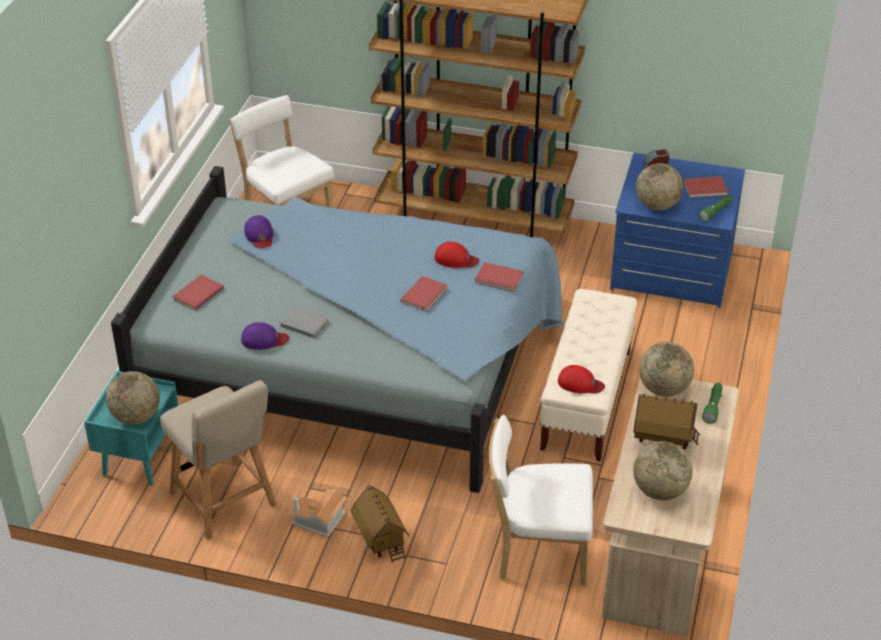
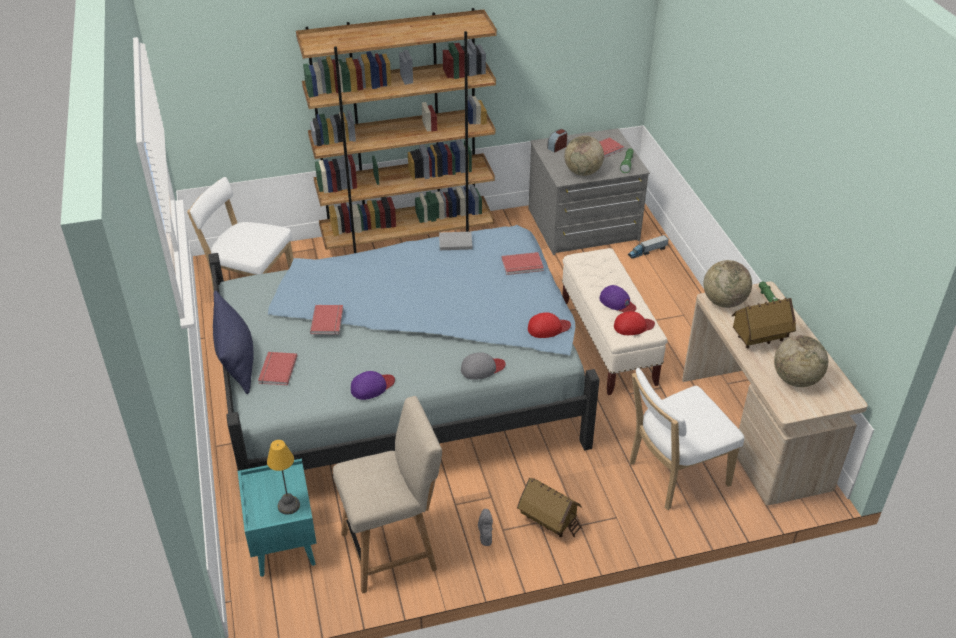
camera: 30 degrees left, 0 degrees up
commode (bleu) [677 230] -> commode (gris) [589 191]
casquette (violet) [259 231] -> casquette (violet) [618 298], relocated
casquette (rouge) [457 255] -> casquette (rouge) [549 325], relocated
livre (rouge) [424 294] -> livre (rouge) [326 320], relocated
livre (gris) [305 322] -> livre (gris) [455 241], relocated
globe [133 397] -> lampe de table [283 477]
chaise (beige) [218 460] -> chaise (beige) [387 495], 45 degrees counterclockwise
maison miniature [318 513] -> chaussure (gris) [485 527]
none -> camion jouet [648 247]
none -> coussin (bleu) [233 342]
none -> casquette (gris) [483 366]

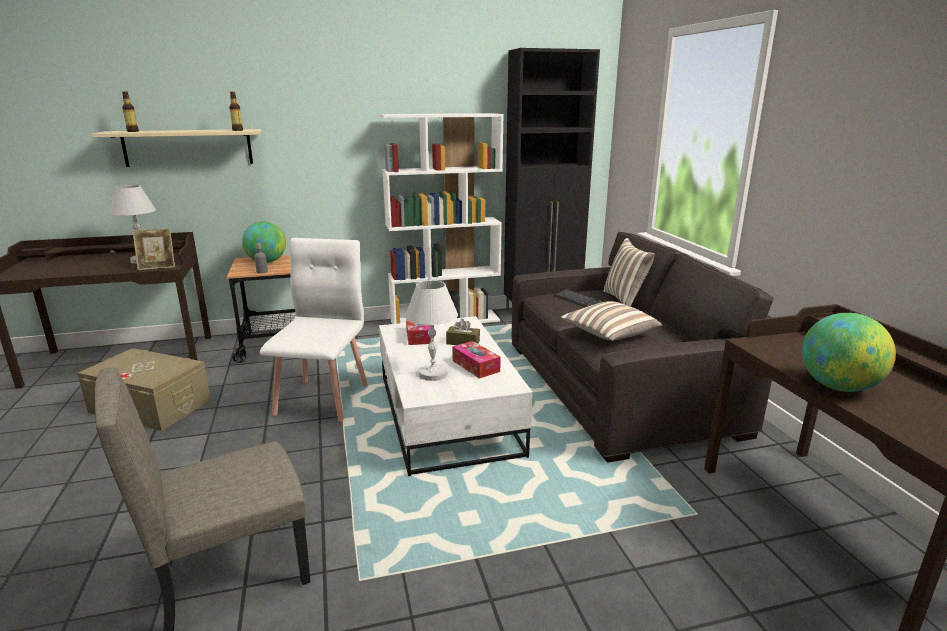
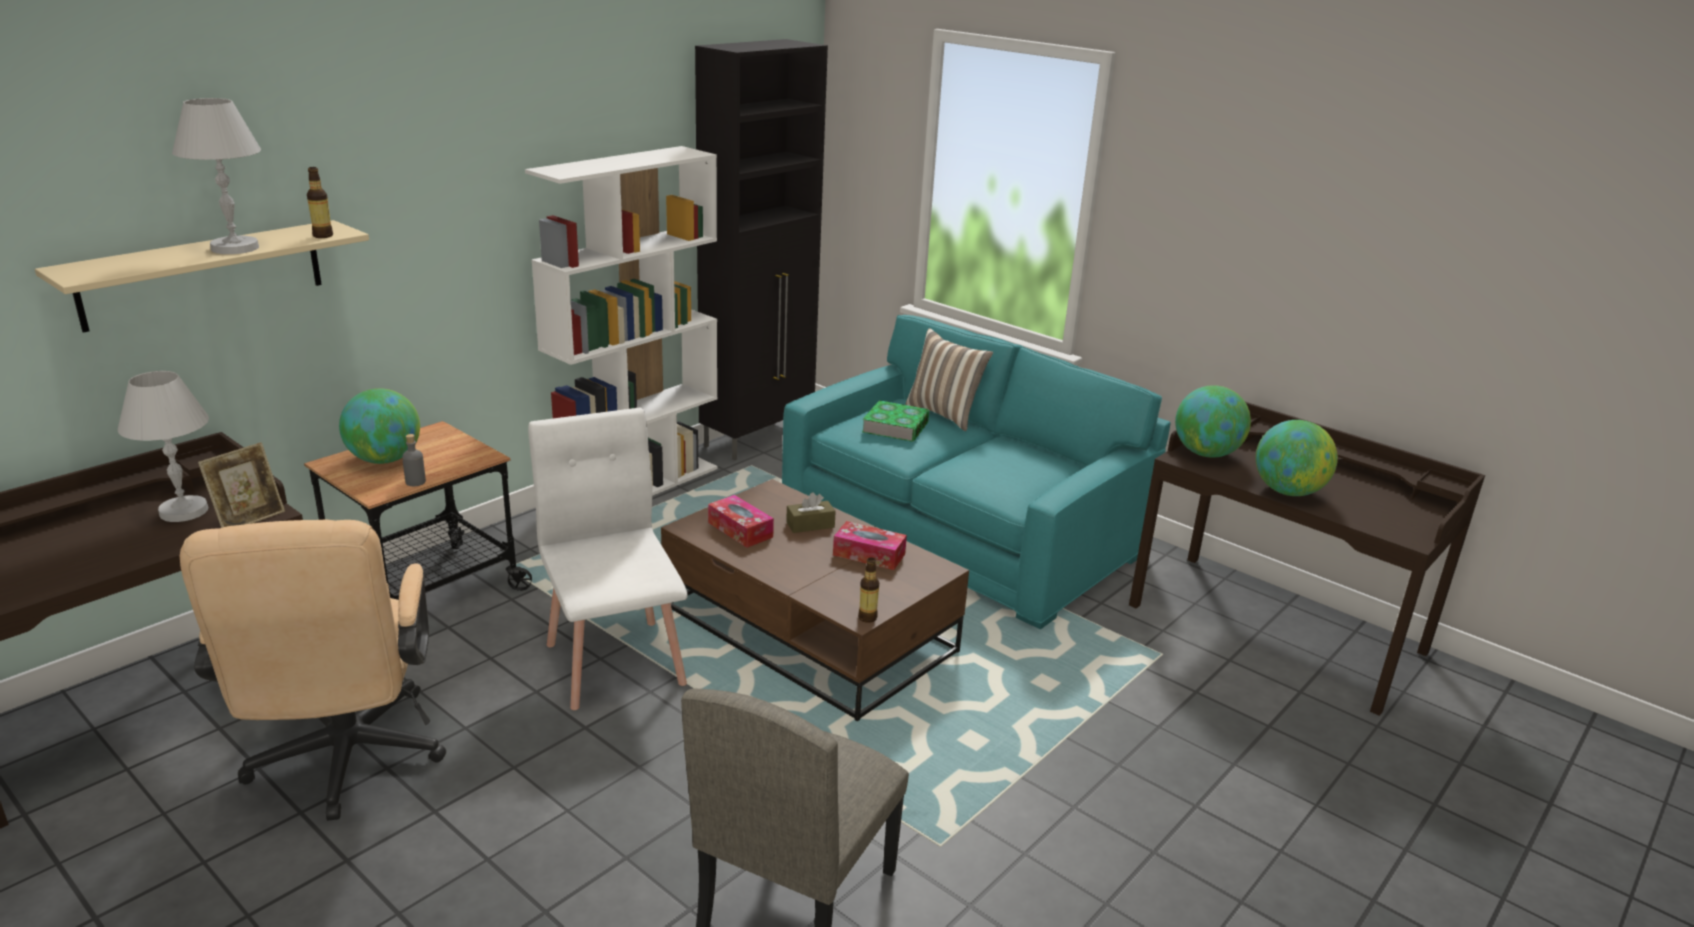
camera: 35 degrees left, 5 degrees up
bouteille [130 111] -> bouteille [868 590], relocated
canapé (gris) [643 347] -> canapé (turquoise) [976 472]
lampe de table (blanc) [431 330] -> lampe de table (blanc) [216 176], relocated
clavier [579 298] -> livre [896 421]
coussin [611 321] -> none
table basse (blanc) [456 396] -> table basse (marron) [815 600]
boîte de rangement (beige) [144 389] -> chaise de bureau (beige) [313 670]
none -> globe [1213 421]

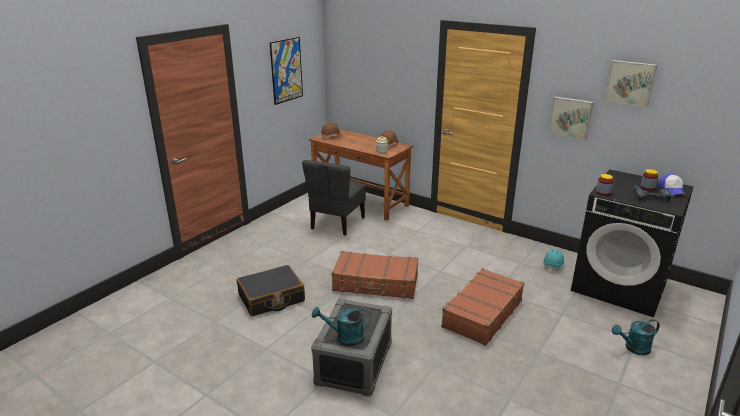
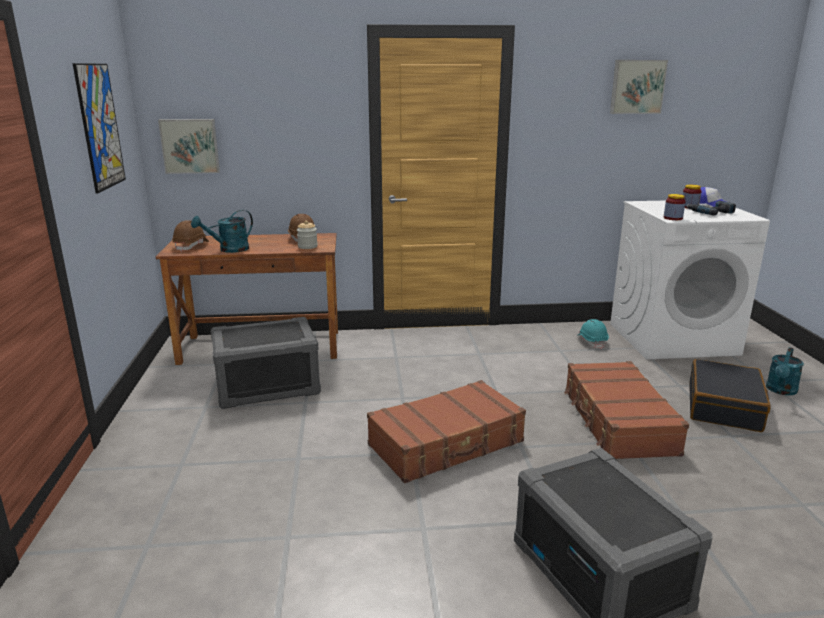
camera: 40 degrees left, 5 degrees down
tableau [571 118] -> tableau [189 146], relocated
chaise (gris) [334 198] -> boîte de rangement (gris) [266 363]
lave-linge (noir) [632 243] -> lave-linge (blanc) [690 280]
valise (noir) [271 290] -> valise (noir) [730 395], relocated
arrosoir (turquoise) [341 326] -> arrosoir (turquoise) [222 231], relocated

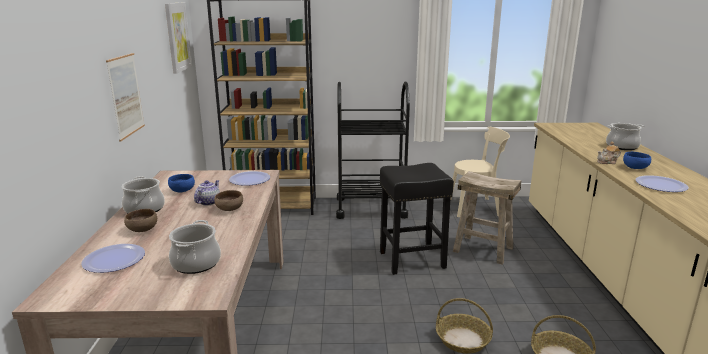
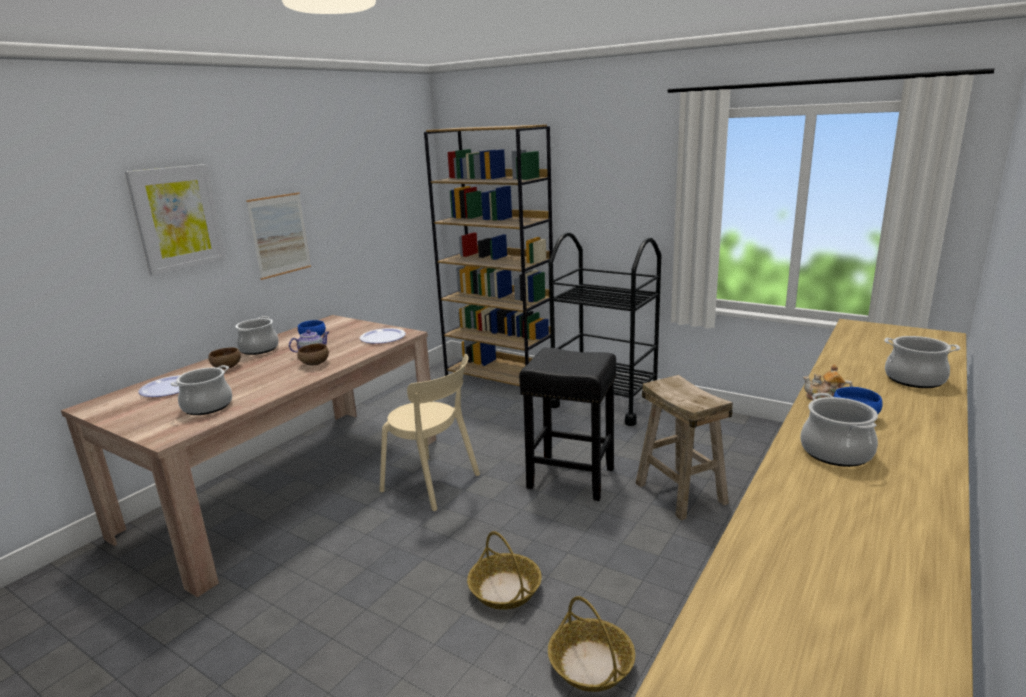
camera: 35 degrees right, 0 degrees up
tableau [178 38] -> tableau [175 220], relocated
chaise (beige) [480 172] -> chaise (beige) [430 432], relocated
assiette [662 183] -> marmite [839 430]

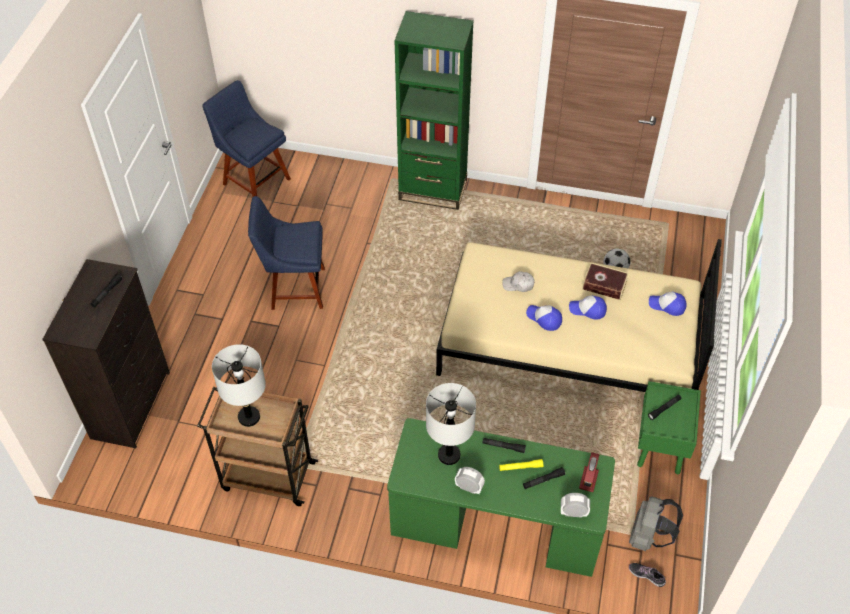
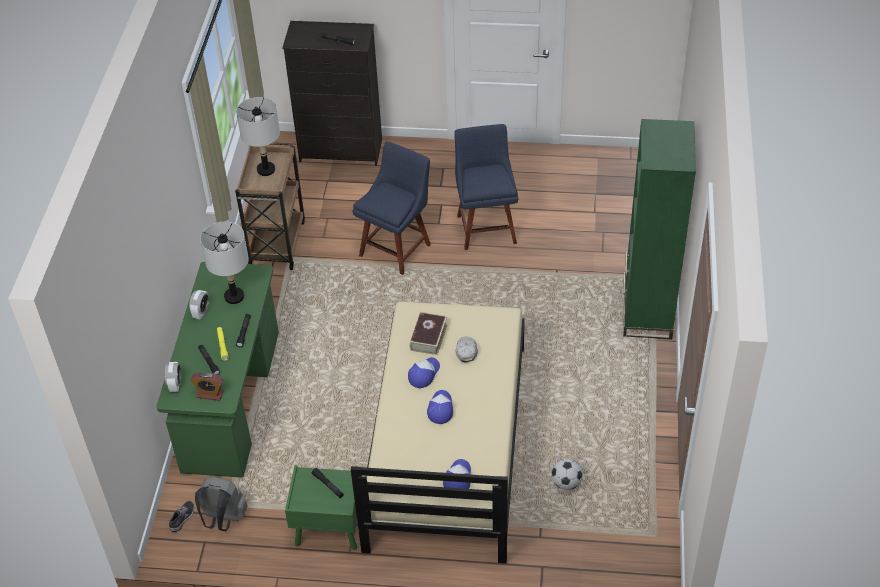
camera: 85 degrees right, 5 degrees down
chaise (bleu) [246 138] -> chaise (bleu) [392 208], relocated
livre [605 281] -> livre [428 333], relocated

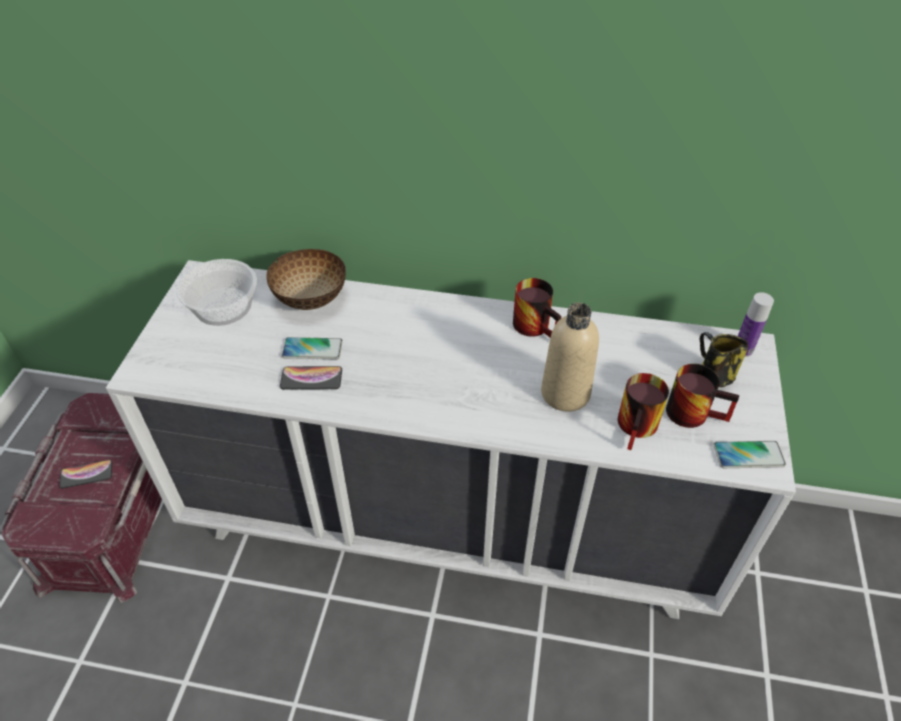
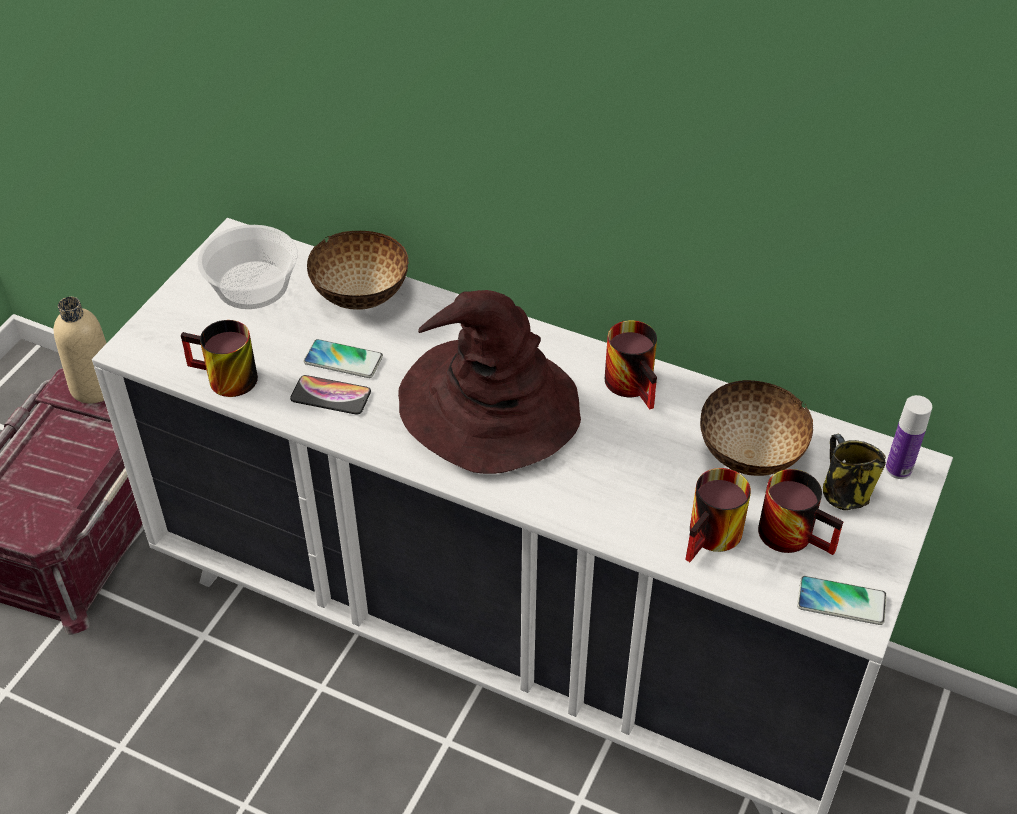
camera: 15 degrees right, 0 degrees up
bouteille (beige) [570 357] -> bouteille (beige) [80 350], relocated
téléphone [85 474] -> none
none -> chapeau (marron) [489 382]
none -> mug [219 358]
none -> bol [756 428]

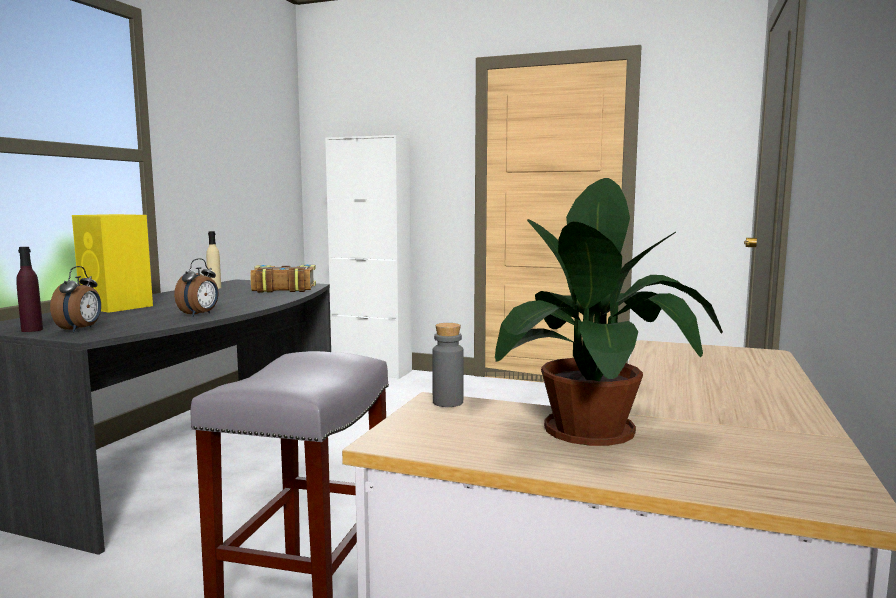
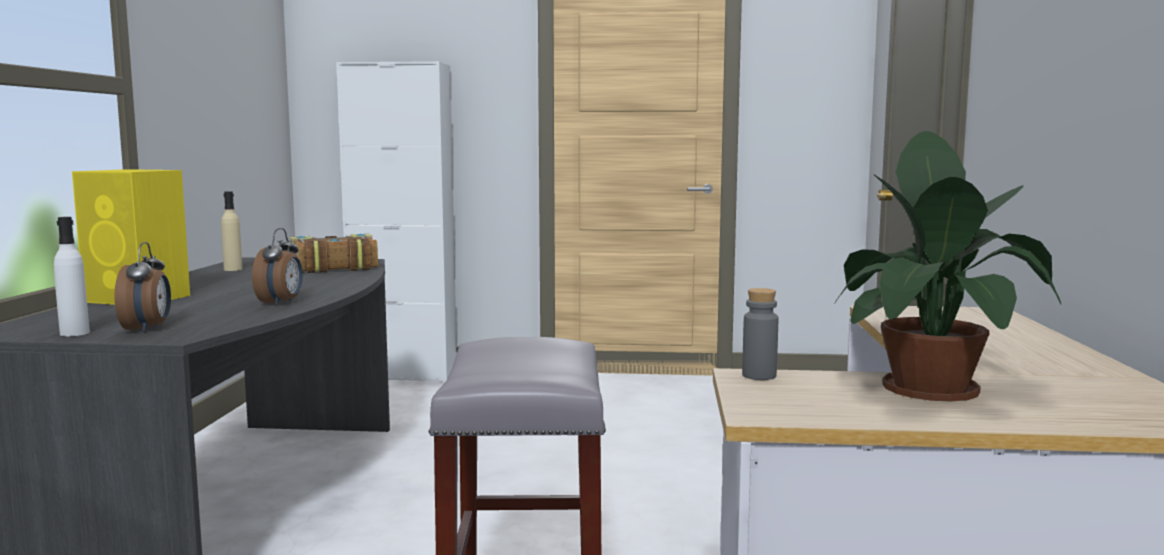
camera: 15 degrees left, 0 degrees up
bouteille (violet) [29 289] -> bouteille (blanc) [72 276]

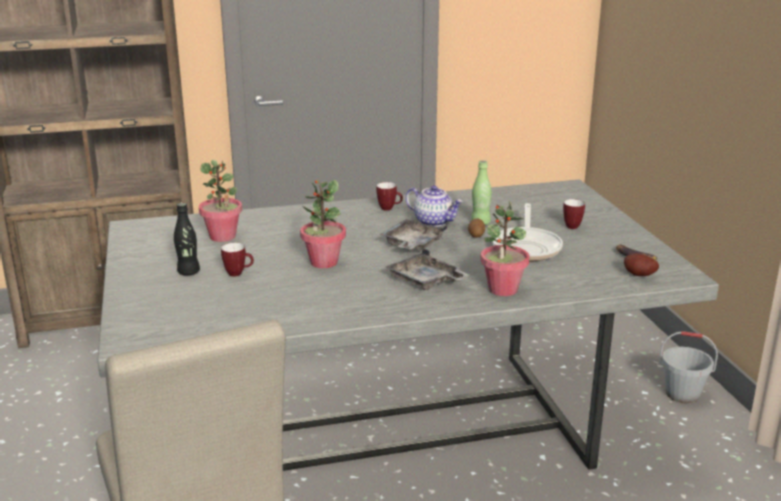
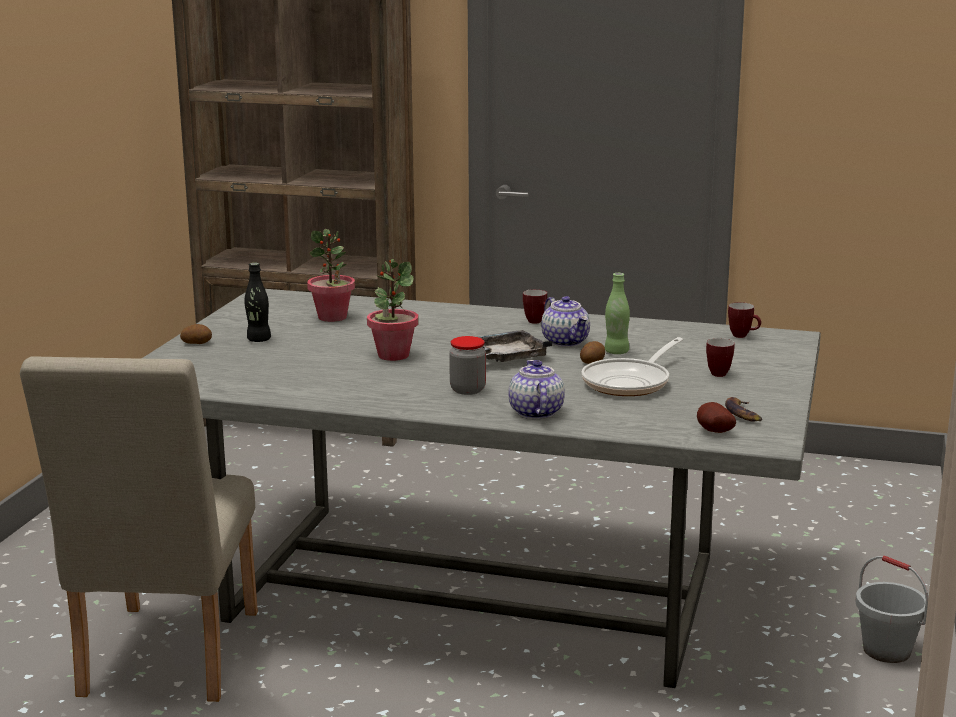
camera: 30 degrees right, 5 degrees down
plante en pot [505 248] -> théière [537 389]
mug [237 260] -> mug [744 320], relocated
plateau (gris) [427 269] -> bocal [467 365]
none -> pomme de terre [196 334]

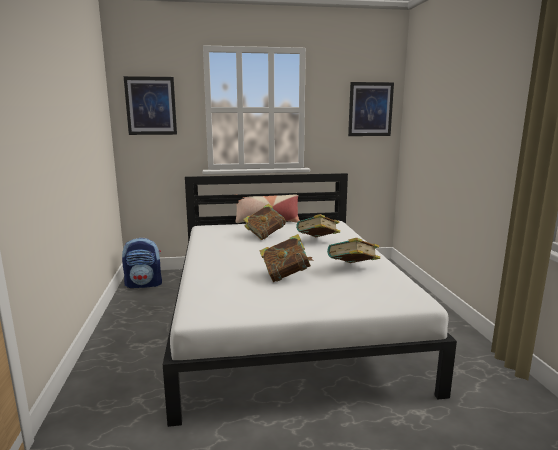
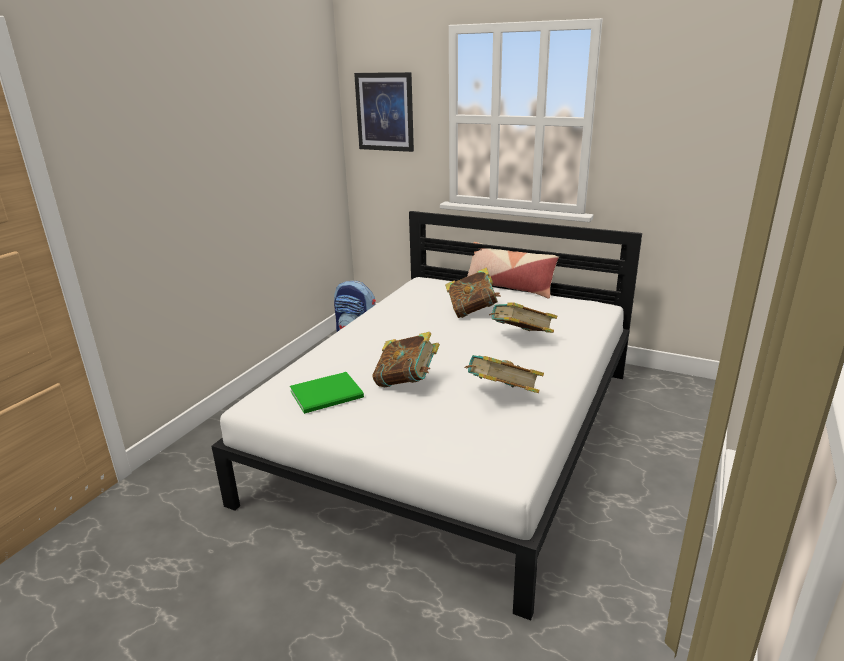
camera: 35 degrees right, 10 degrees up
tableau [371 109] -> none
none -> livre (vert) [327 393]

